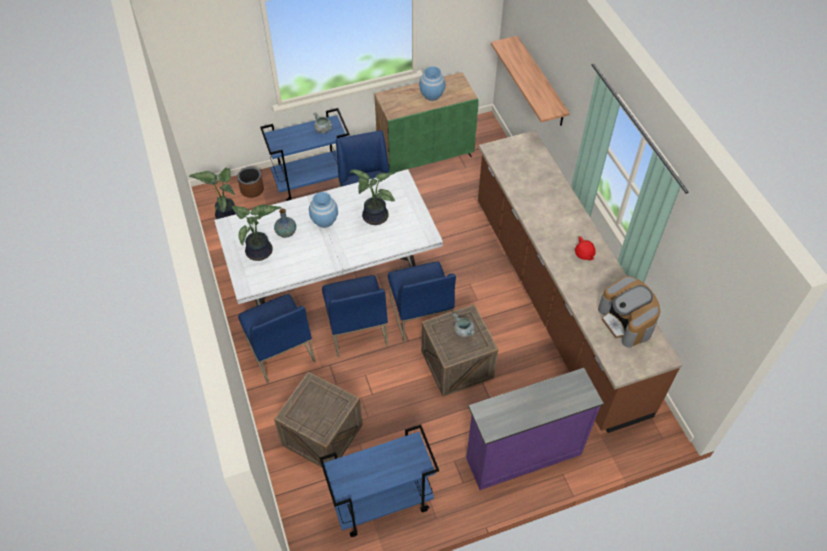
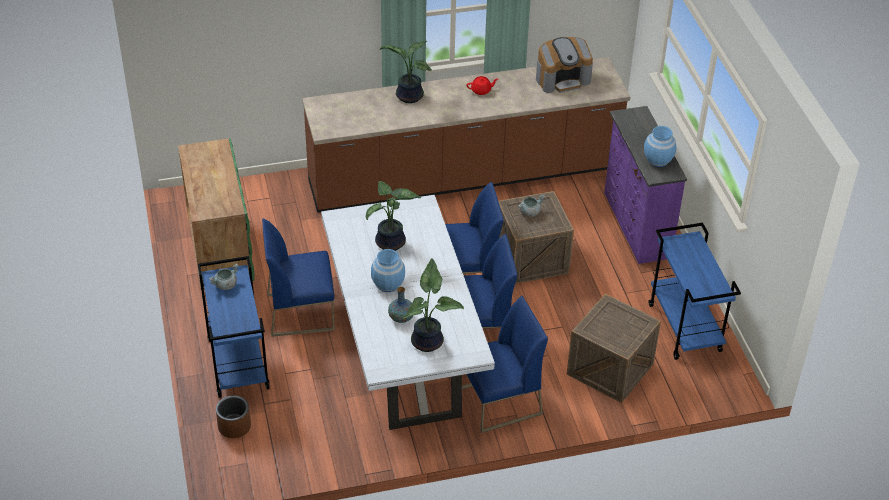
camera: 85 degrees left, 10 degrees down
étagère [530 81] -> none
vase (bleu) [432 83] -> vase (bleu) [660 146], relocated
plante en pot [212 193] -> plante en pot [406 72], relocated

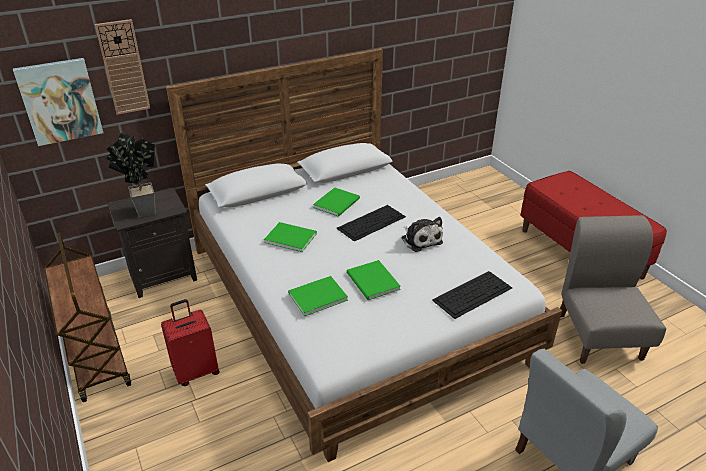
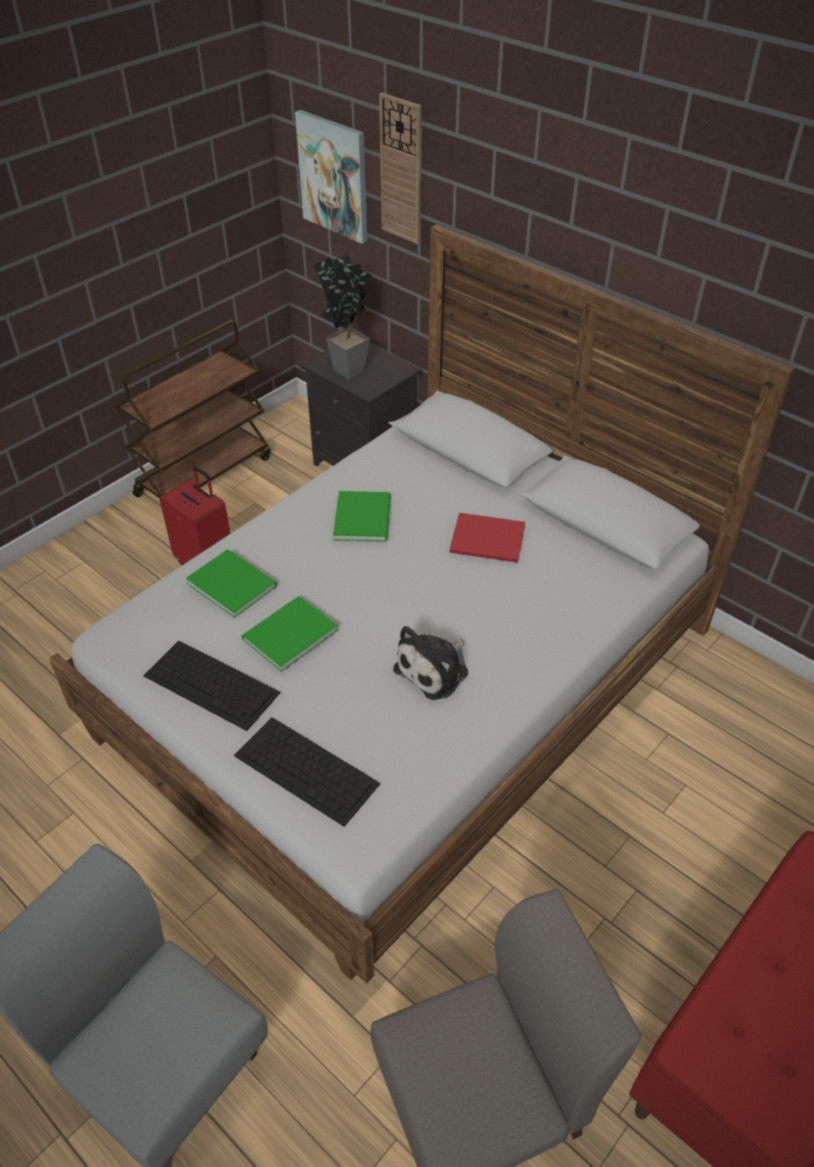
camera: 70 degrees right, 10 degrees up
livre (vert) [336 202] -> livre (rouge) [487 538]
clavier [371 223] -> clavier [212 686], relocated

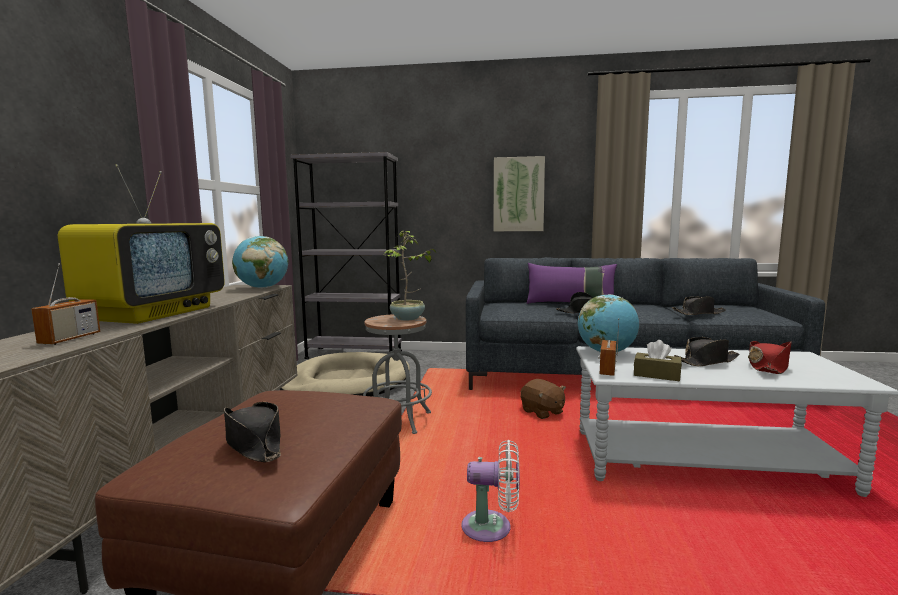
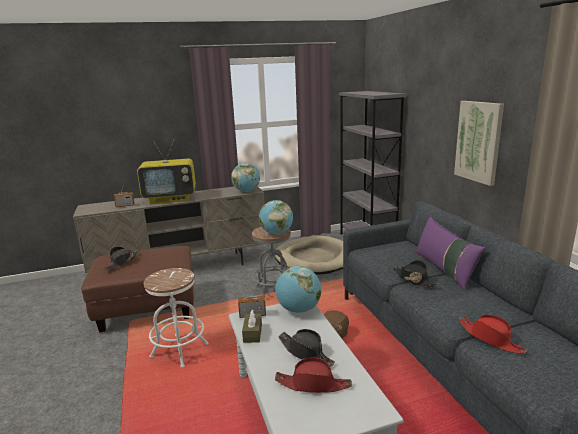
camera: 65 degrees right, 10 degrees up
plante en pot [410 275] -> globe [276 217]
chapeau (noir) [699 305] -> chapeau (rouge) [493 334]
ventilateur (blanc) [490 491] -> tabouret (blanc) [176 318]

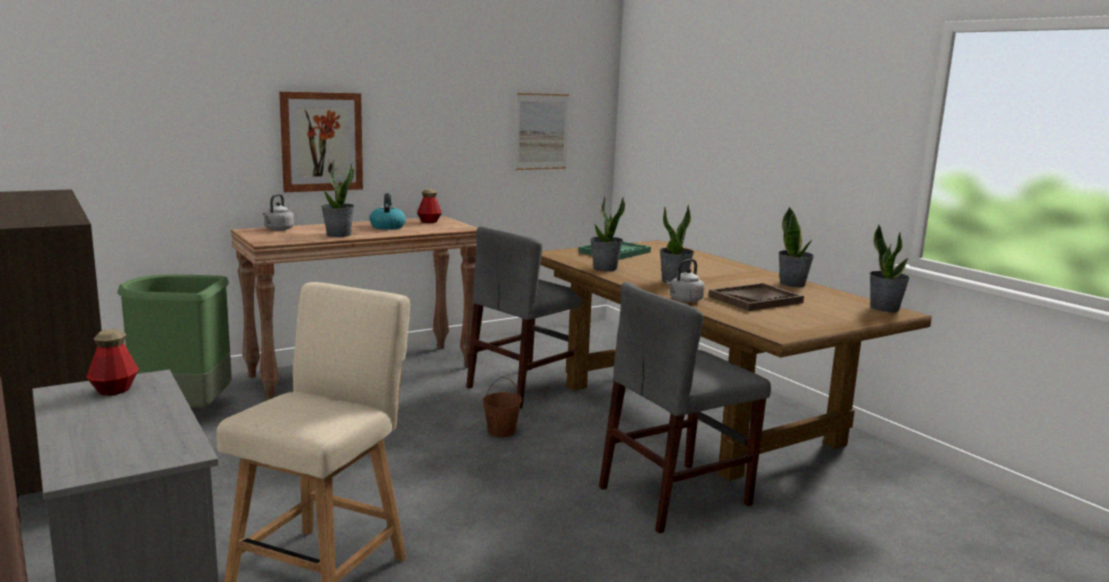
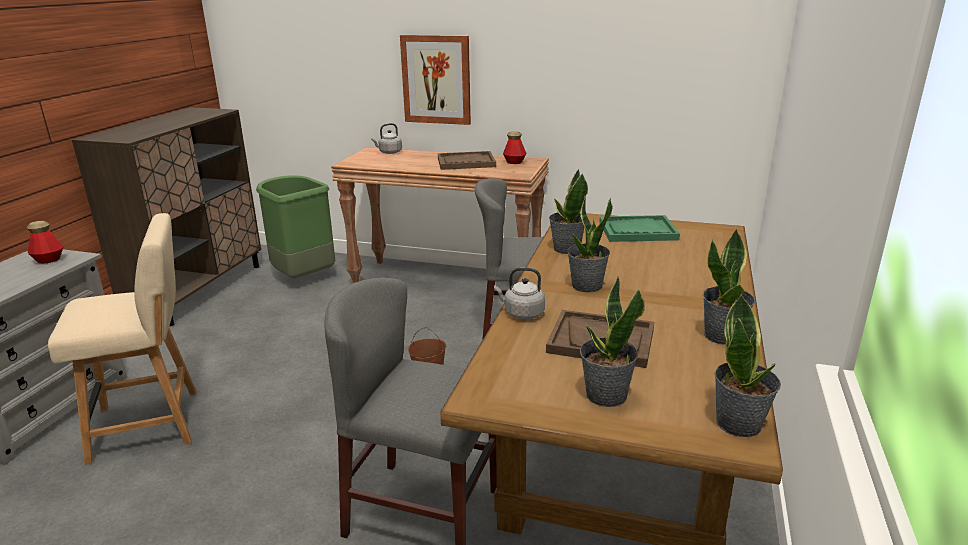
camera: 50 degrees right, 10 degrees up
tableau [542 131] -> none
plante en pot [337 200] -> plante en pot [612 342], relocated
bouilloire [388 211] -> plateau (marron) [467 160]

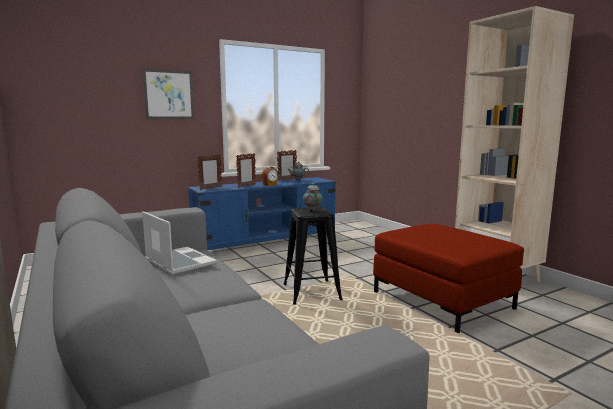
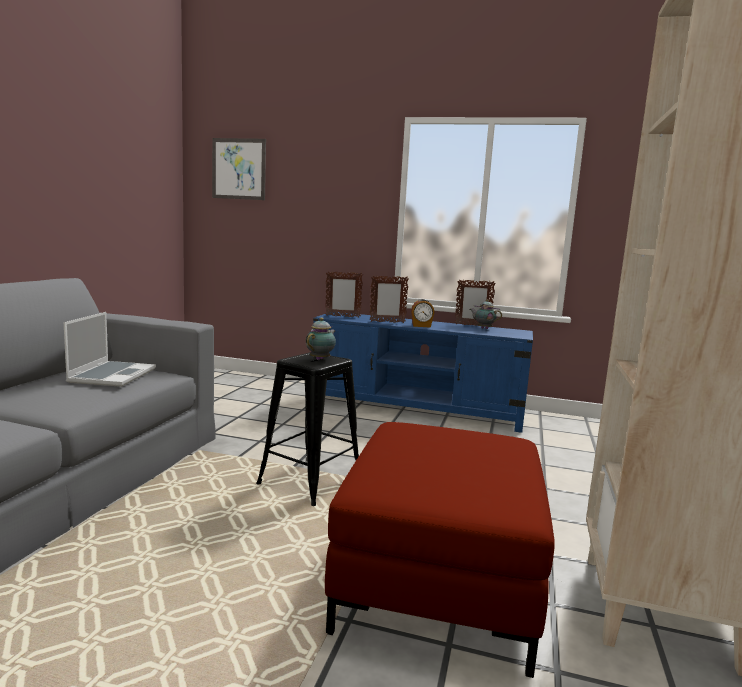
camera: 45 degrees right, 0 degrees up
tableau [168 93] -> tableau [239 169], relocated

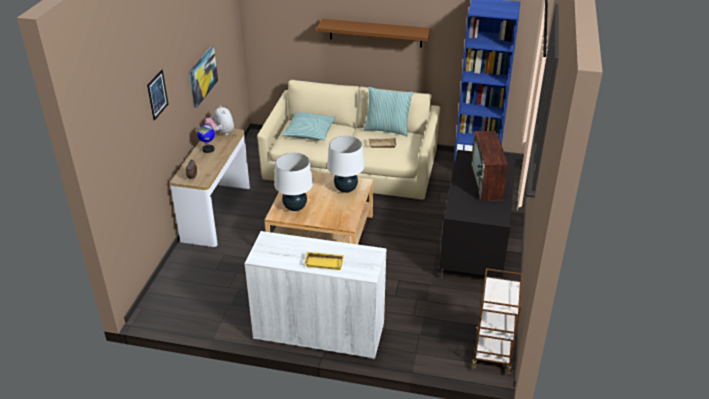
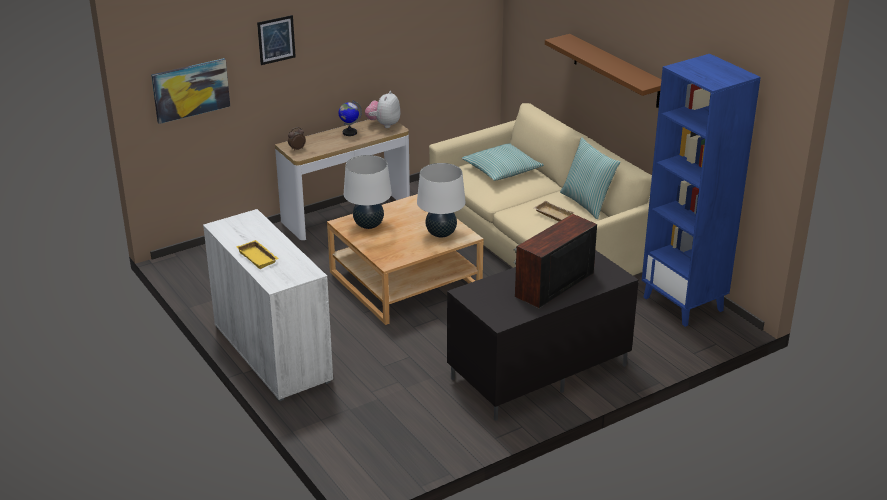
camera: 45 degrees right, 5 degrees down
tableau [203 77] -> tableau [190 91], relocated
chariot (marron) [497 321] -> none

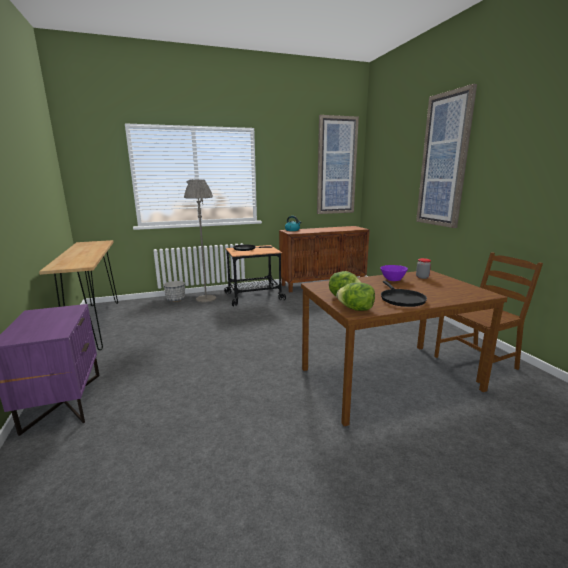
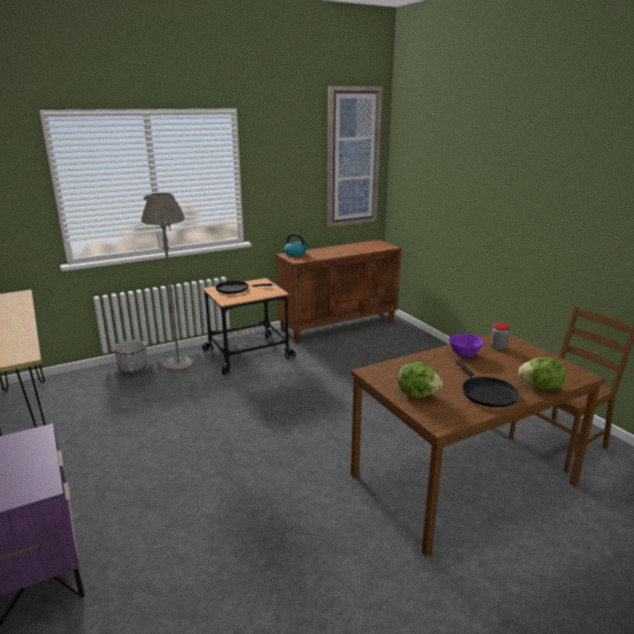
camera: 10 degrees left, 5 degrees up
tableau [446 156] -> none
laitue [356 296] -> laitue [542 373], relocated

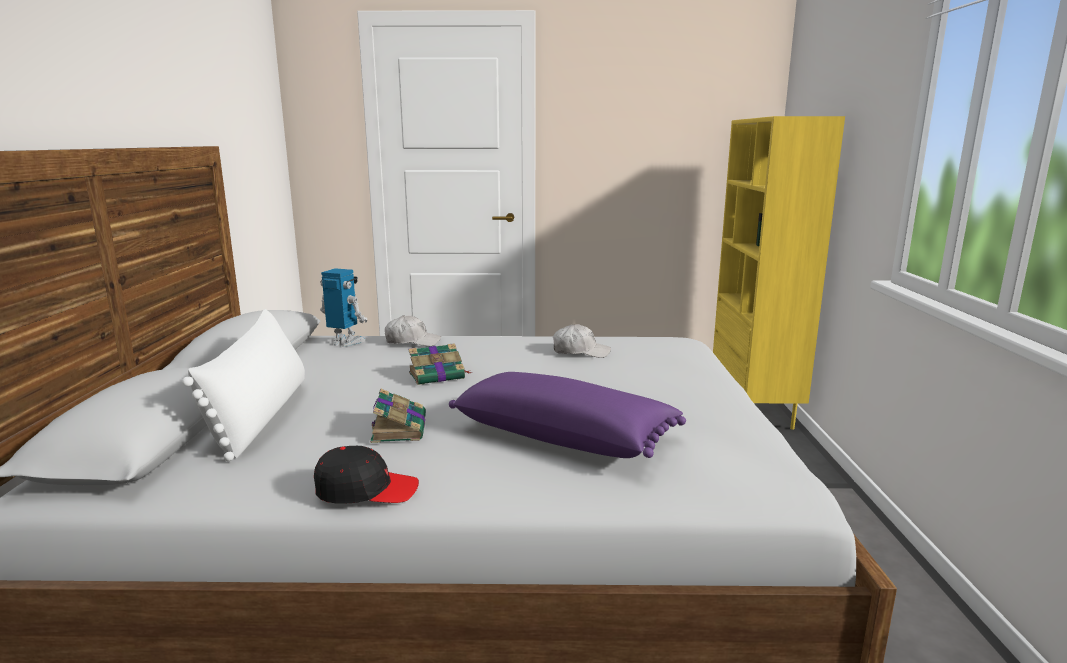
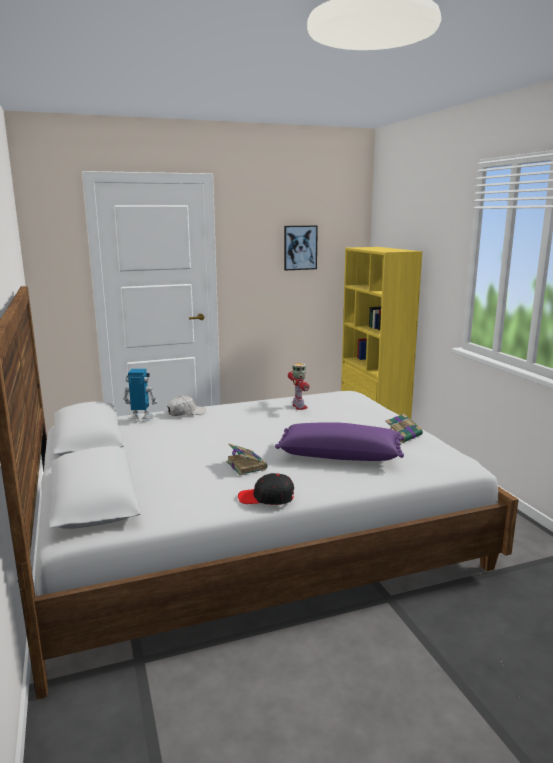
camera: 20 degrees left, 0 degrees up
coussin (blanc) [243 385] -> none
casquette (blanc) [582 341] -> robot jouet [298 386]
livre [440 364] -> livre [404 428], relocated
casquette (noir) [366 475] -> casquette (noir) [266 489], 150 degrees counterclockwise
none -> tableau [301 247]

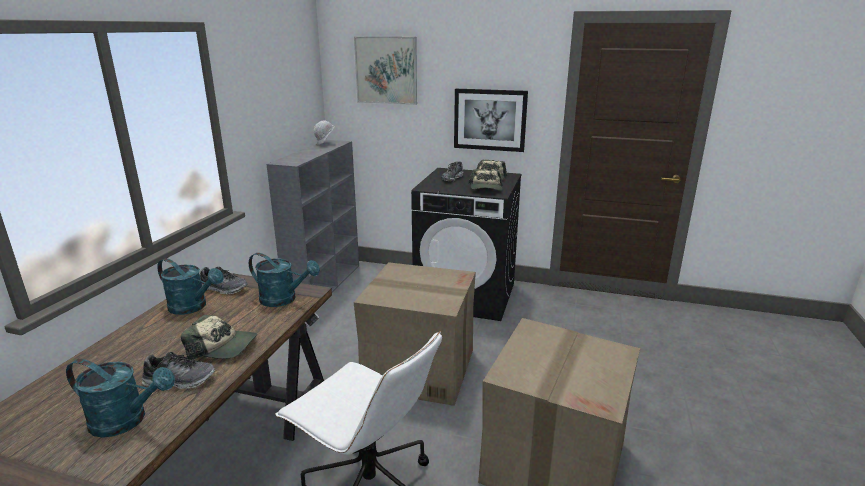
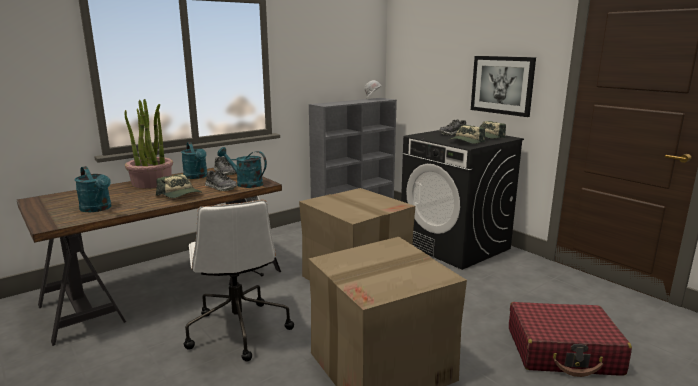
camera: 35 degrees right, 5 degrees down
tableau [385 70] -> none
arrosoir (turquoise) [284 280] -> arrosoir (turquoise) [242 167], 150 degrees clockwise
chaussure [178 370] -> chaussure [221 180], relocated
none -> plante en pot [149 143]
none -> valise (rouge) [570 339]

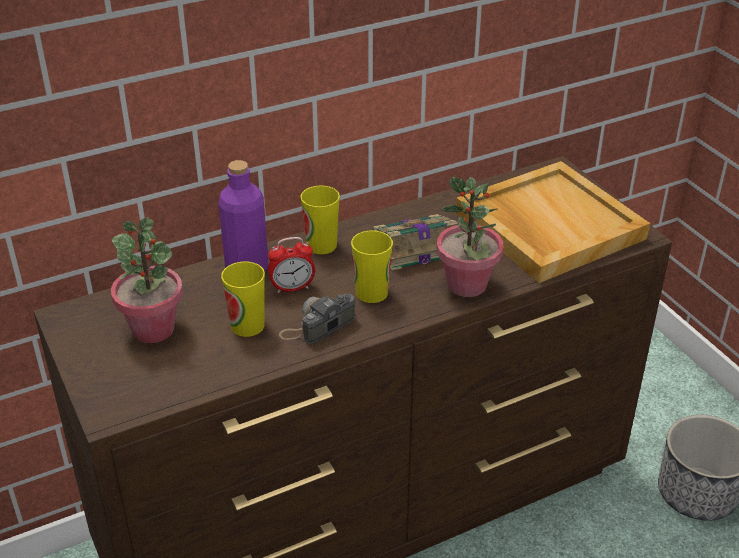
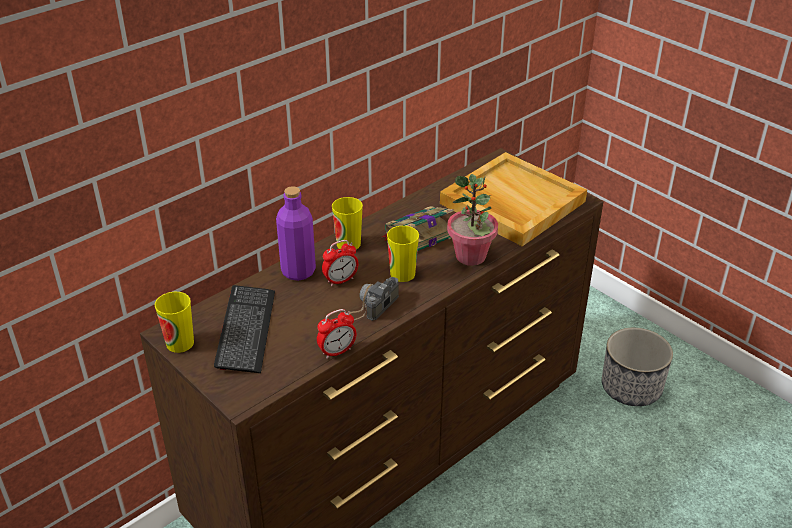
camera: 15 degrees left, 0 degrees up
plante en pot [147 280] -> clavier [244 329]
tasse [243 299] -> tasse [174 322], relocated
none -> réveil [336 334]

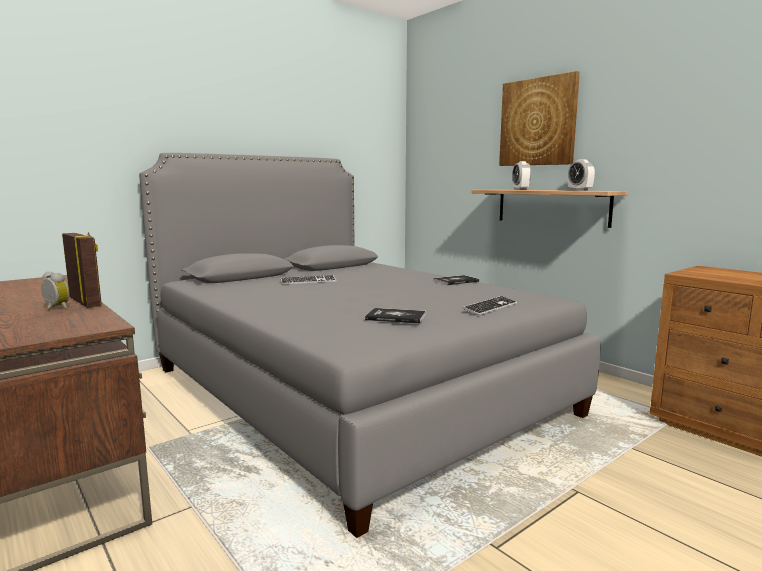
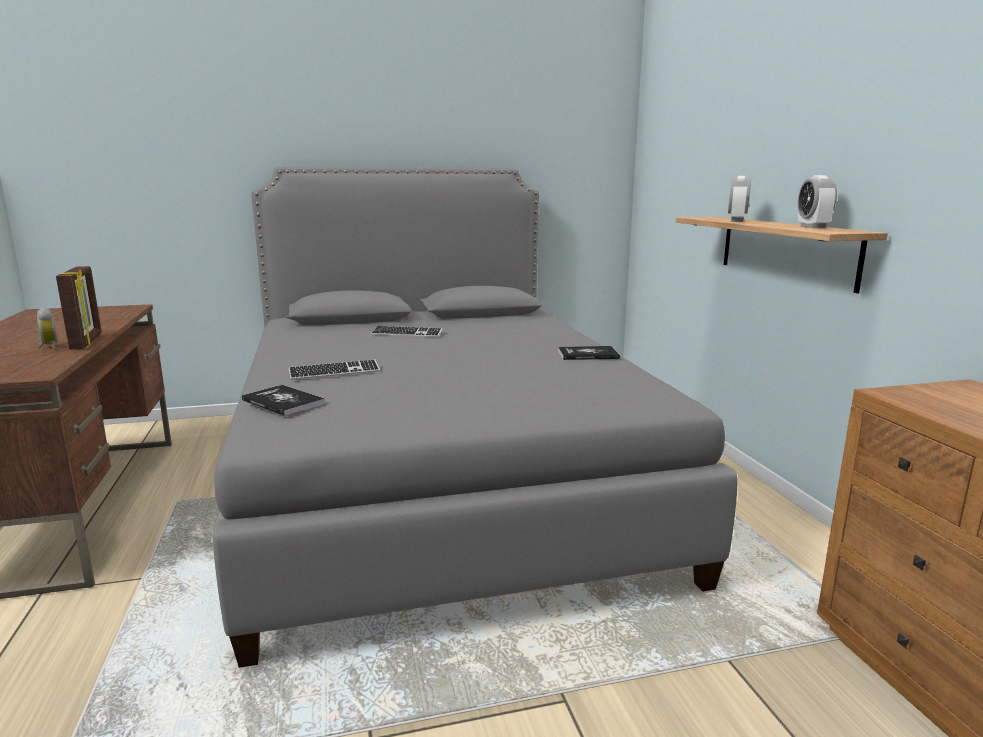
camera: 25 degrees right, 5 degrees up
tableau [539 118] -> none
clavier [489 305] -> clavier [334 369], relocated
livre [395 316] -> livre [283 400], relocated

